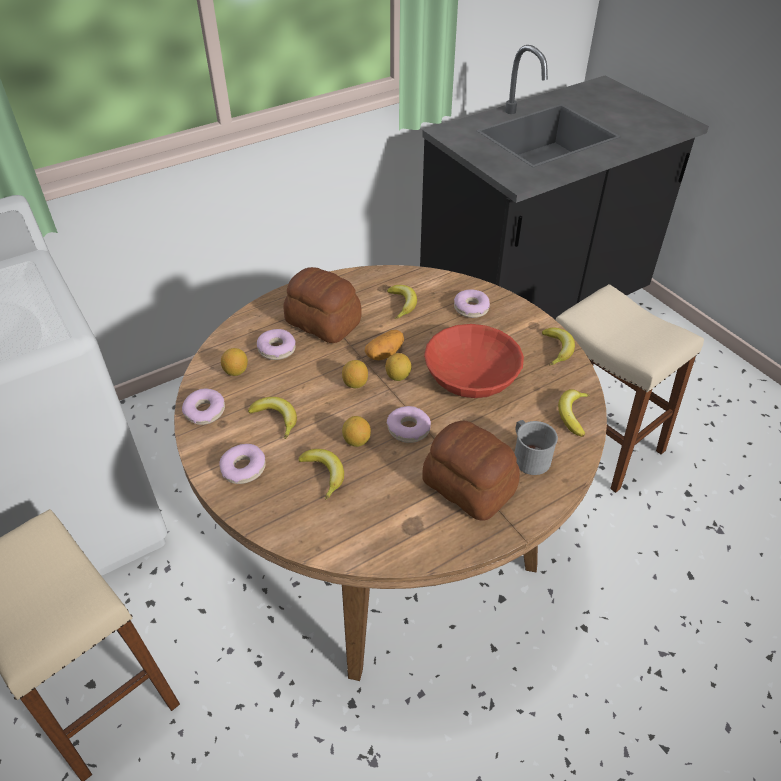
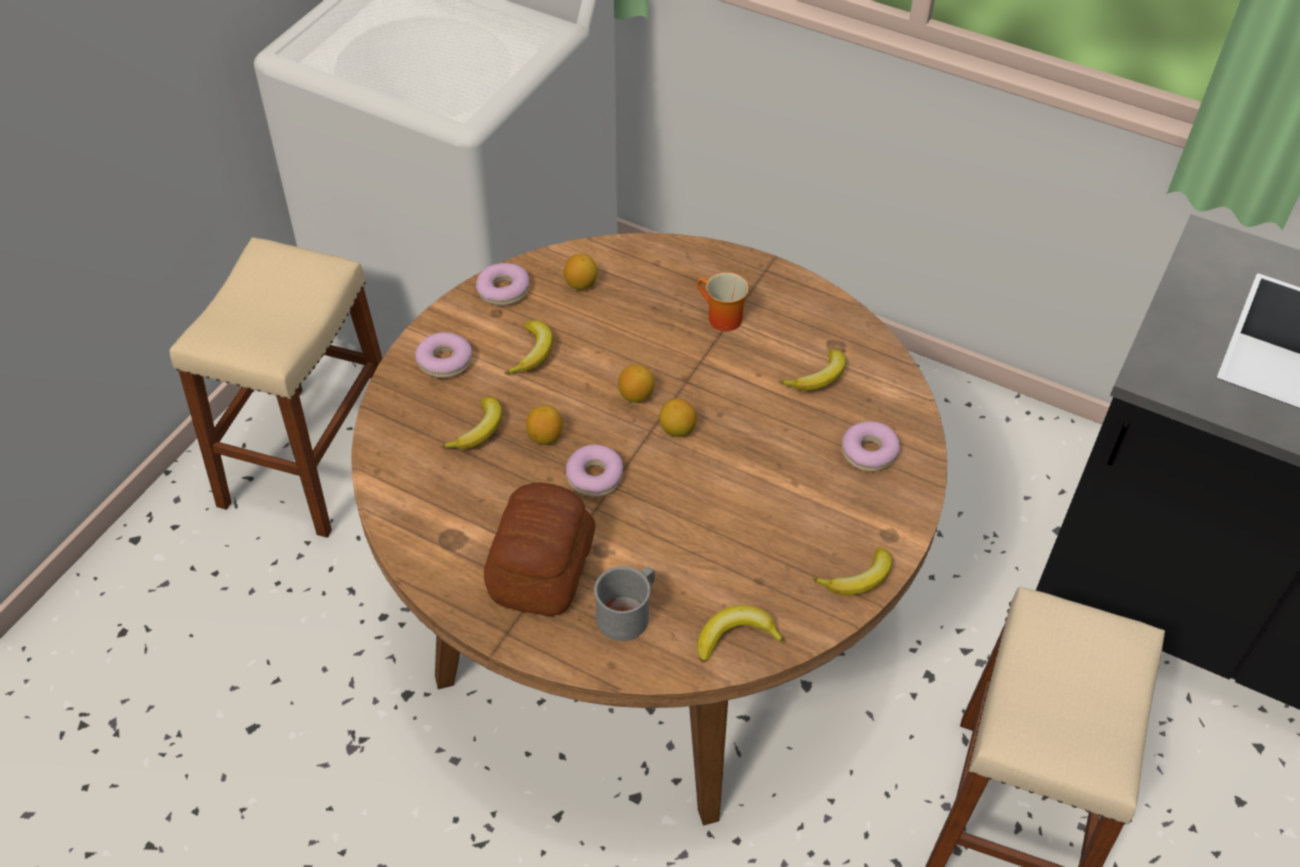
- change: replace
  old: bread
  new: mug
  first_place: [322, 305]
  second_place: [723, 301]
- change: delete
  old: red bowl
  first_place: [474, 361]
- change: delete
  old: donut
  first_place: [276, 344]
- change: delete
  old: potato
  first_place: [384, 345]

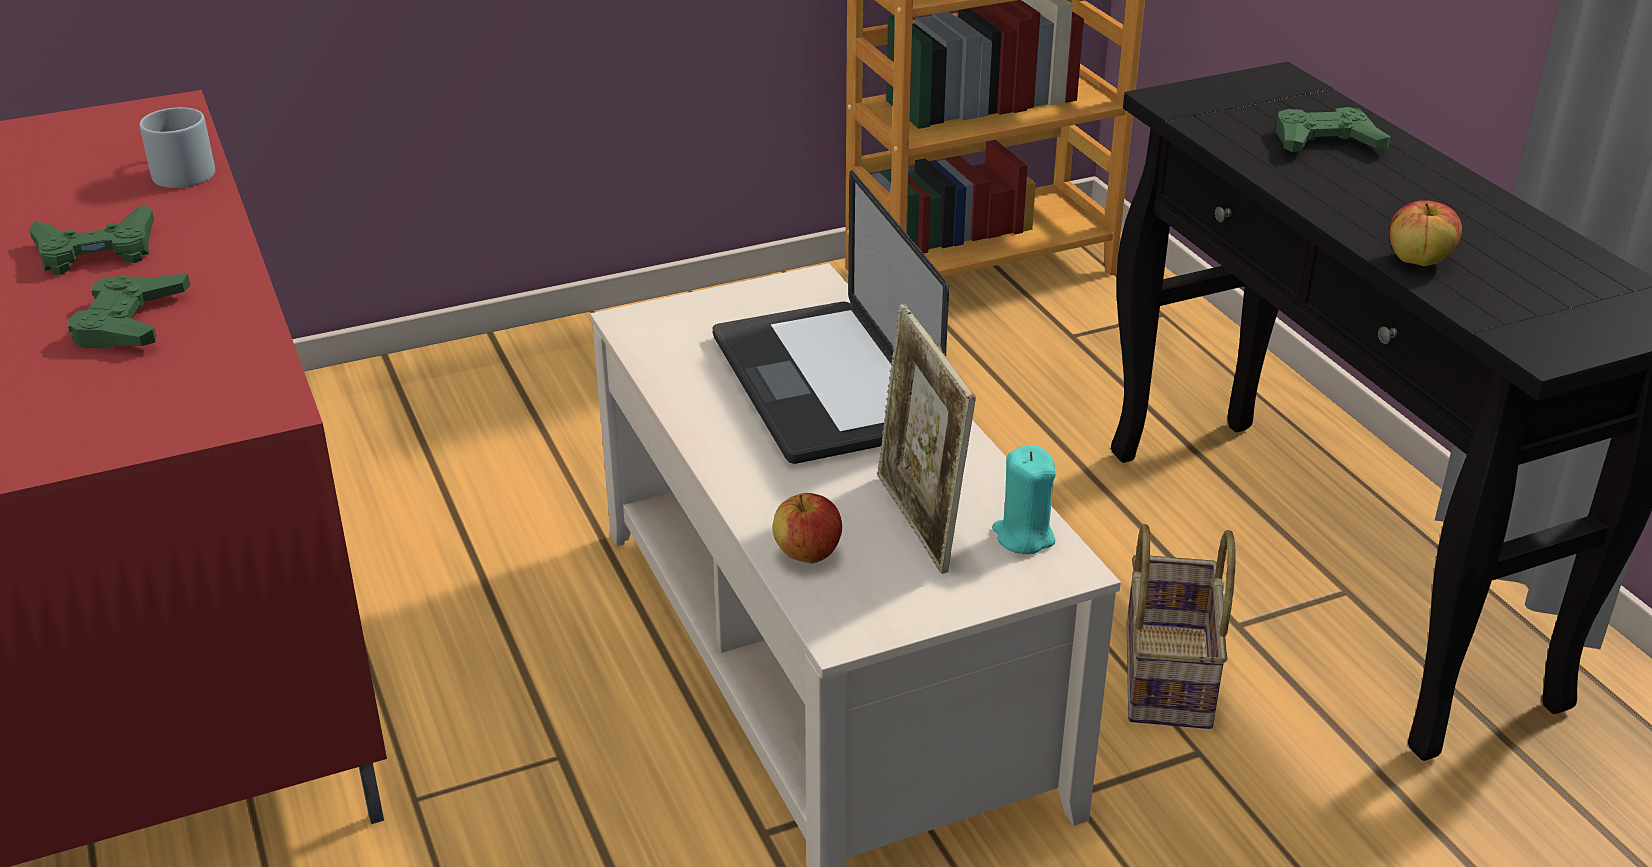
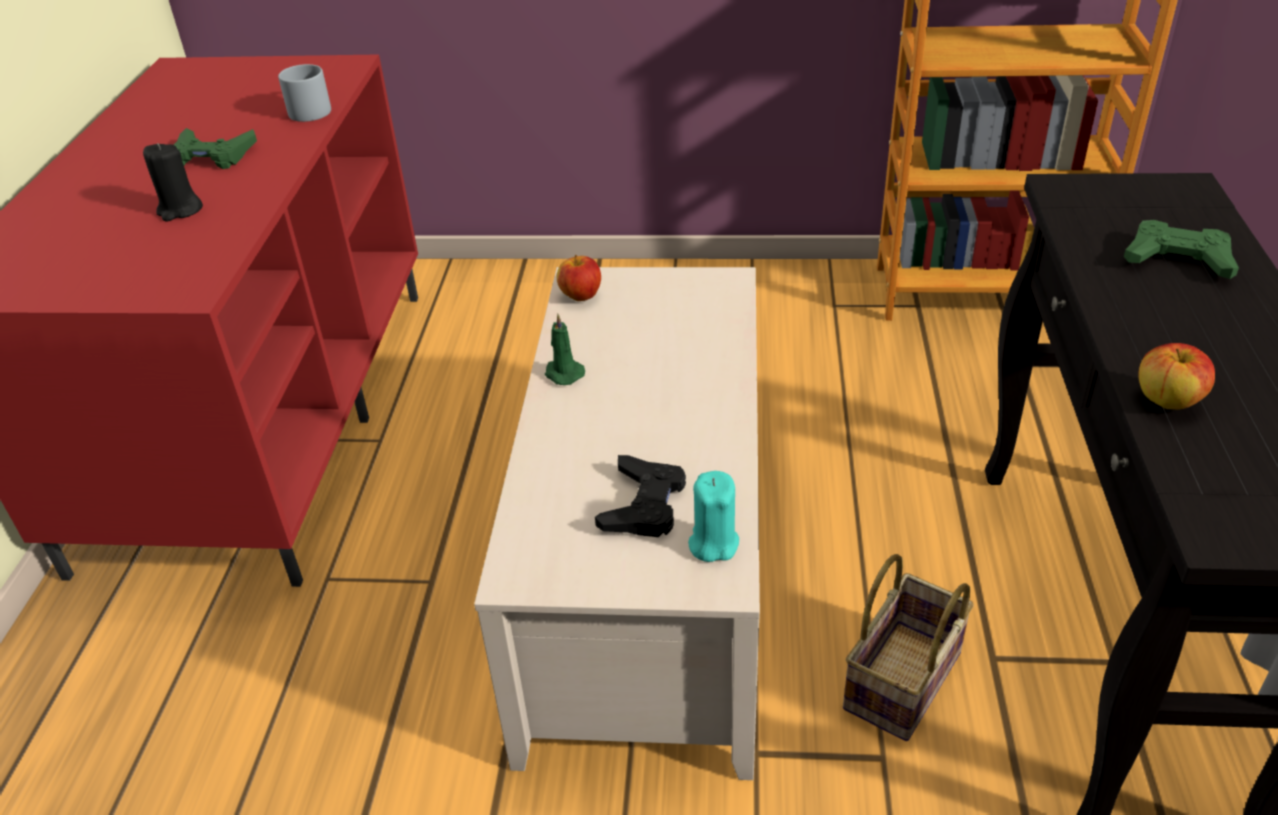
- change: delete
  old: laptop
  first_place: [831, 317]
- change: replace
  old: green game controller
  new: black candle
  first_place: [128, 310]
  second_place: [173, 182]
- change: replace
  old: picture frame
  new: black game controller
  first_place: [926, 439]
  second_place: [640, 496]
- change: move
  old: apple
  first_place: [807, 528]
  second_place: [579, 278]
- change: insert
  new: green candle
  second_place: [565, 349]

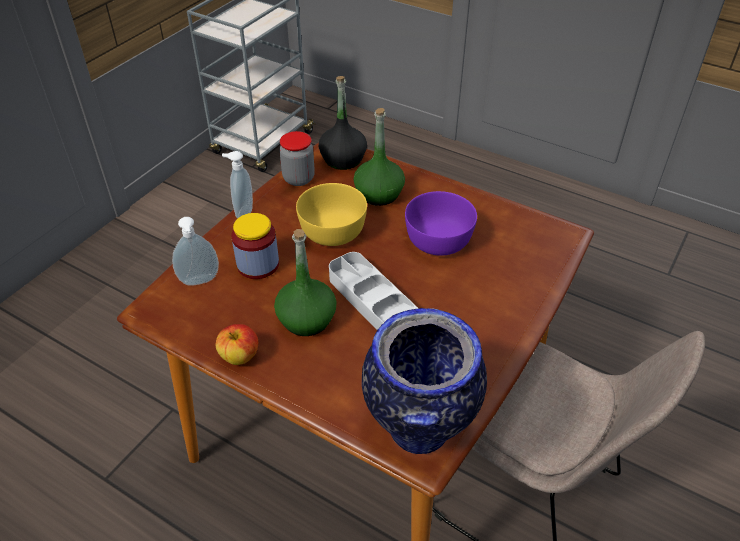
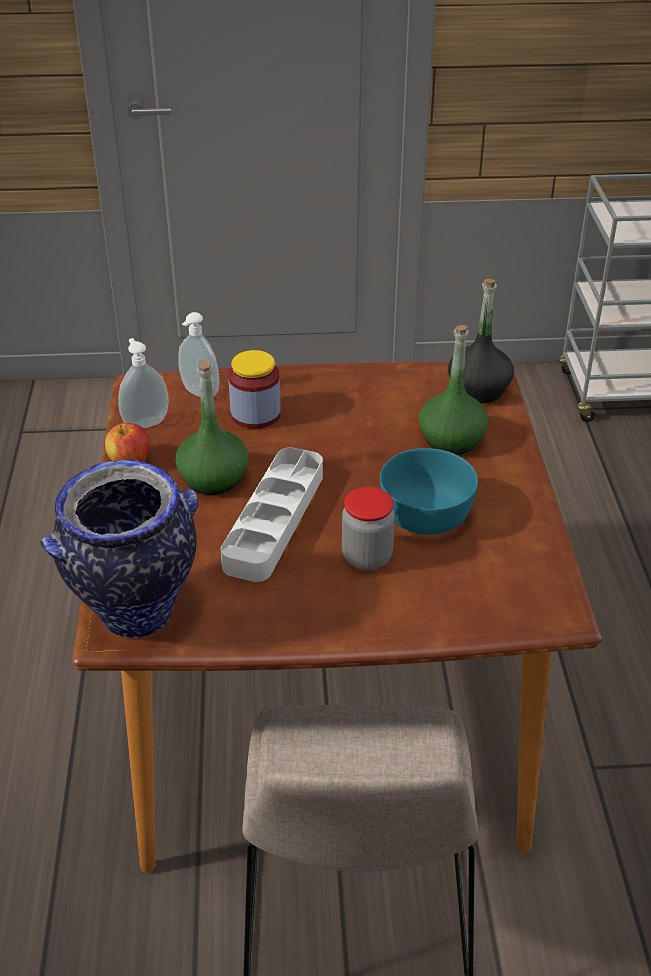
- change: move
  old: jar
  first_place: [297, 158]
  second_place: [368, 529]
- change: move
  old: soap dispenser
  first_place: [237, 185]
  second_place: [143, 383]
- change: delete
  old: yellow bowl
  first_place: [331, 214]
- change: recolor
  old: purple bowl
  new: turquoise bowl
  first_place: [441, 223]
  second_place: [429, 491]

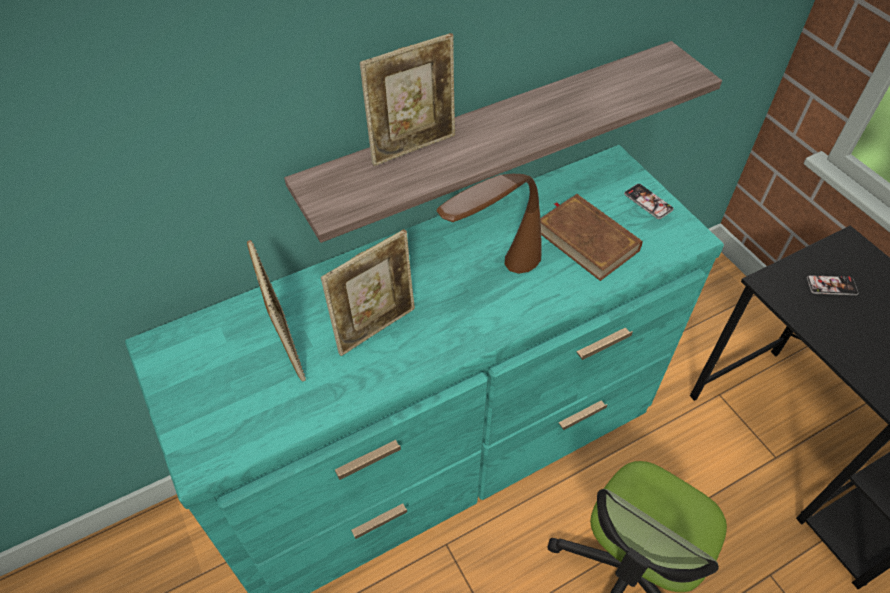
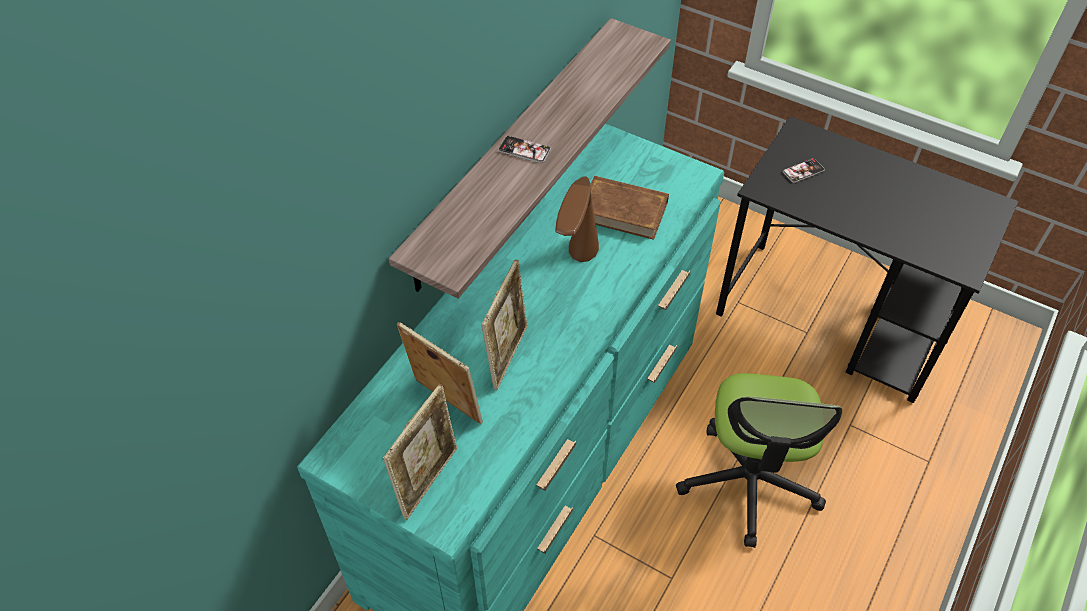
- change: move
  old: picture frame
  first_place: [407, 99]
  second_place: [420, 452]
- change: move
  old: phone
  first_place: [649, 201]
  second_place: [524, 149]

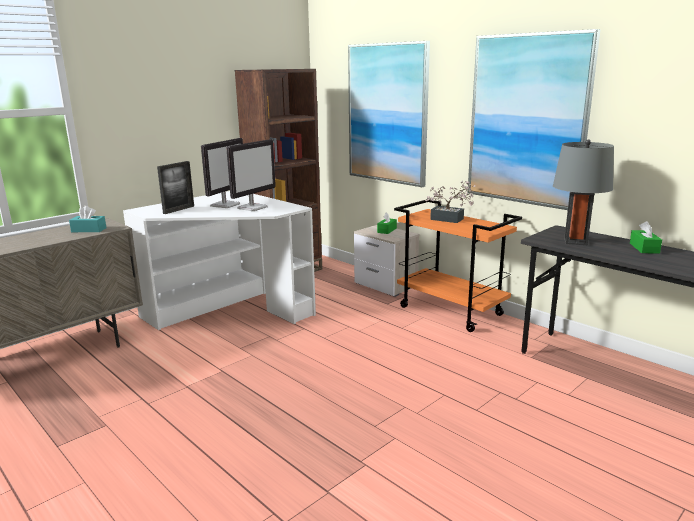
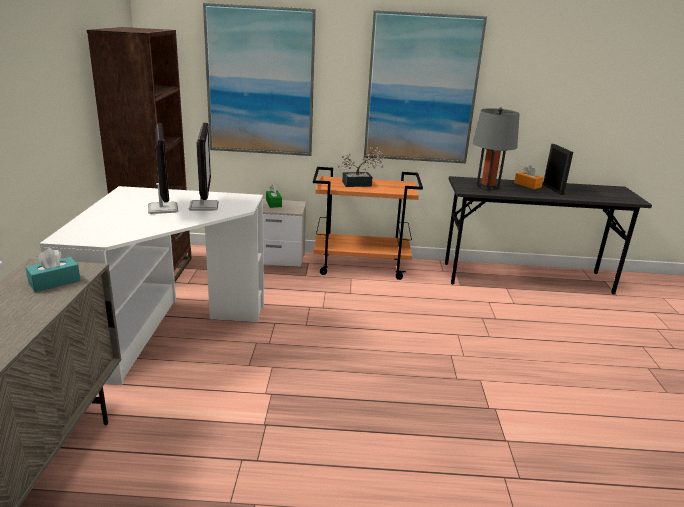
- change: move
  old: picture frame
  first_place: [175, 187]
  second_place: [558, 169]
- change: recolor
  old: green tissue box
  new: orange tissue box
  first_place: [646, 237]
  second_place: [528, 177]

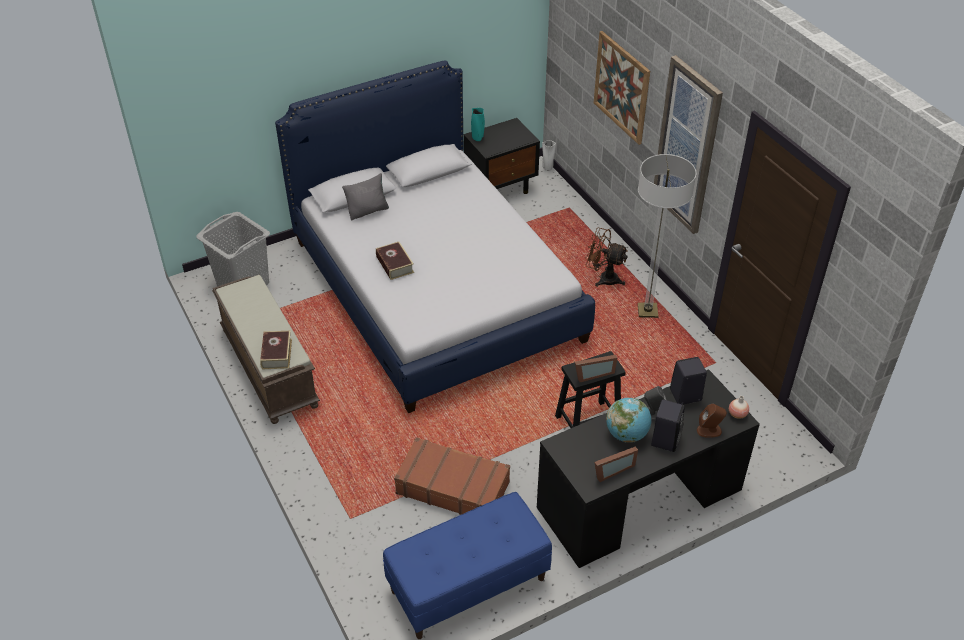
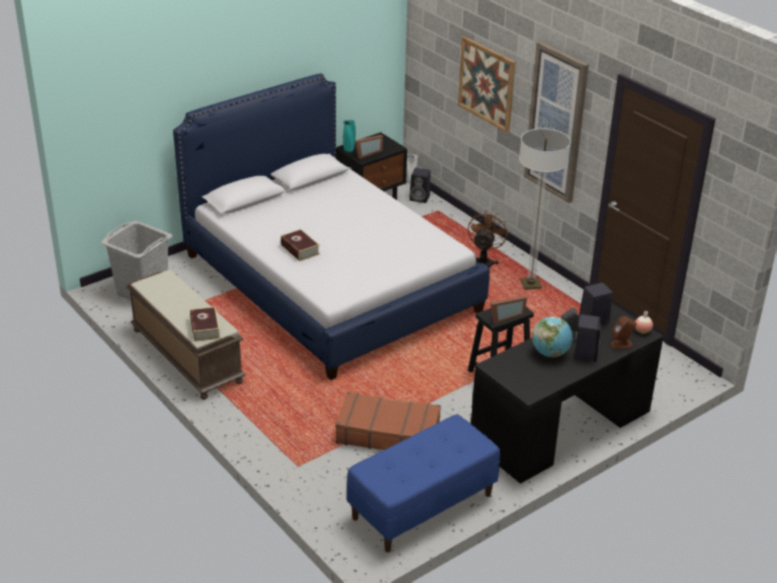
- change: delete
  old: grey pillow
  first_place: [365, 196]
- change: rotate
  old: brown fan
  first_place: [606, 257]
  second_place: [488, 239]
  degrees: 90
- change: move
  old: picture frame
  first_place: [616, 464]
  second_place: [369, 147]
- change: insert
  new: black speaker
  second_place: [419, 185]

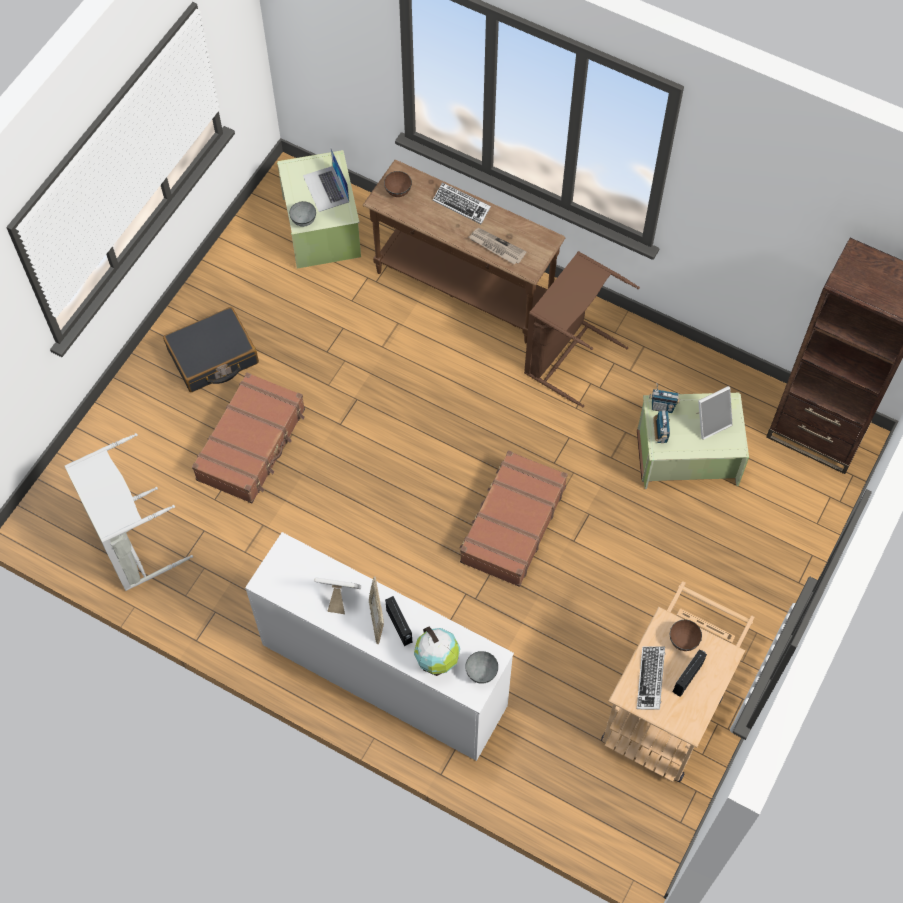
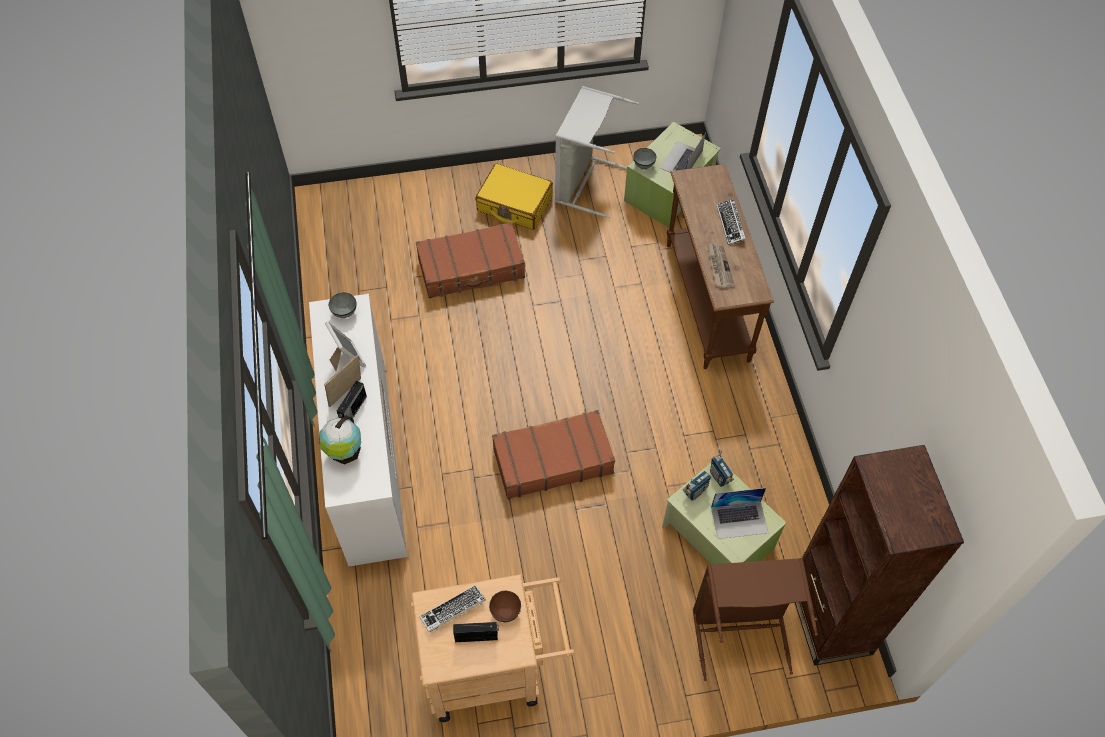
- change: delete
  old: brown bowl
  first_place: [398, 184]
- change: move
  old: brown laundry basket
  first_place: [582, 329]
  second_place: [755, 619]
- change: recolor
  old: black suitcase
  new: yellow suitcase
  first_place: [211, 349]
  second_place: [514, 196]
- change: replace
  old: picture frame
  new: laptop
  first_place: [714, 413]
  second_place: [739, 513]
- change: move
  old: grey laundry basket
  first_place: [129, 512]
  second_place: [597, 152]
- change: move
  old: grey bowl
  first_place: [482, 667]
  second_place: [342, 305]

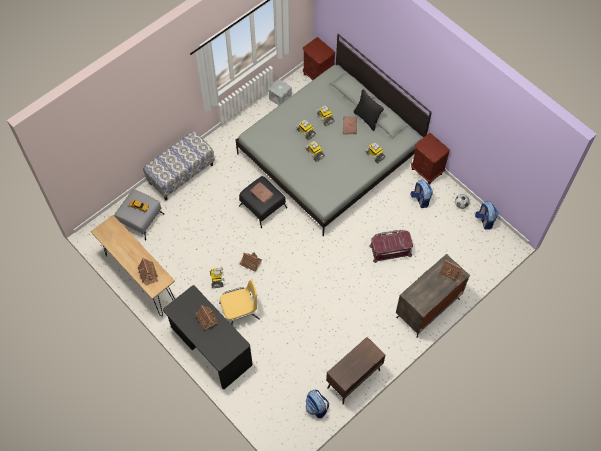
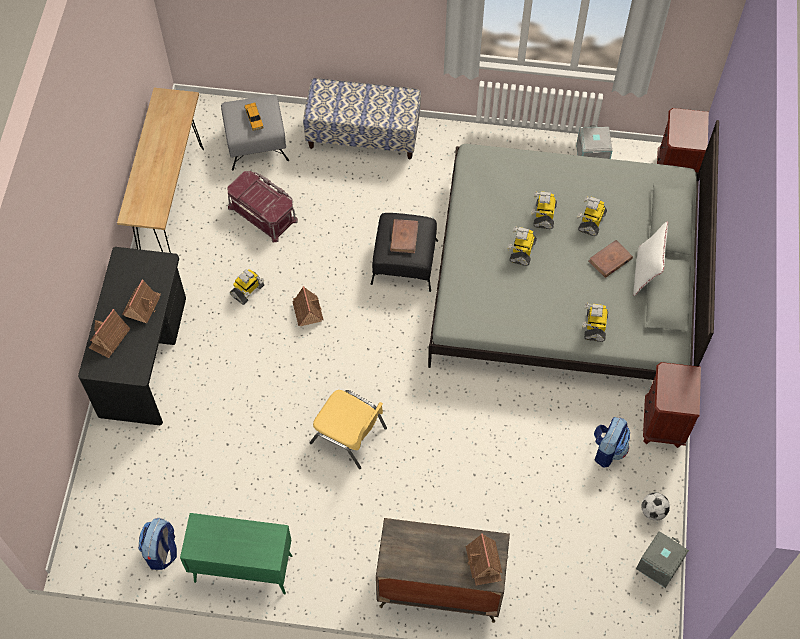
- change: recolor
  old: black pillow
  new: white pillow
  first_place: [368, 110]
  second_place: [650, 258]
- change: replace
  old: backpack
  new: grey storage box
  first_place: [486, 215]
  second_place: [662, 559]
- change: move
  old: red storage box
  first_place: [391, 246]
  second_place: [262, 206]
- change: move
  old: toy house
  first_place: [148, 272]
  second_place: [109, 333]
- change: move
  old: yellow chair
  first_place: [239, 302]
  second_place: [348, 429]
- change: recolor
  old: brown cabinet
  new: green cabinet
  first_place: [355, 370]
  second_place: [236, 554]

